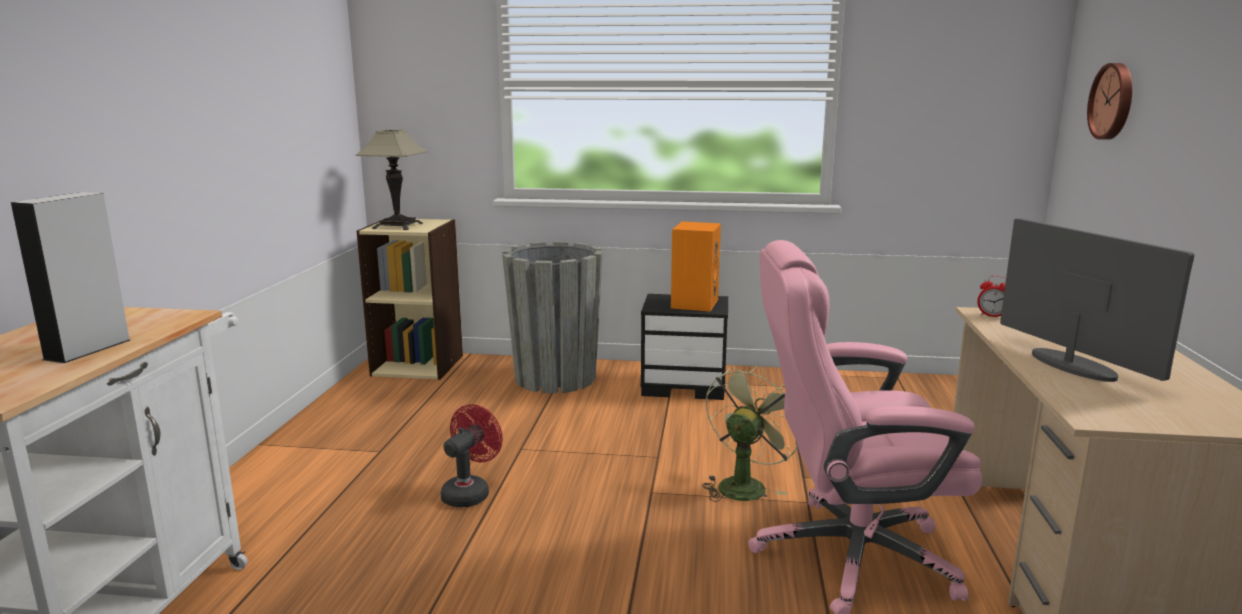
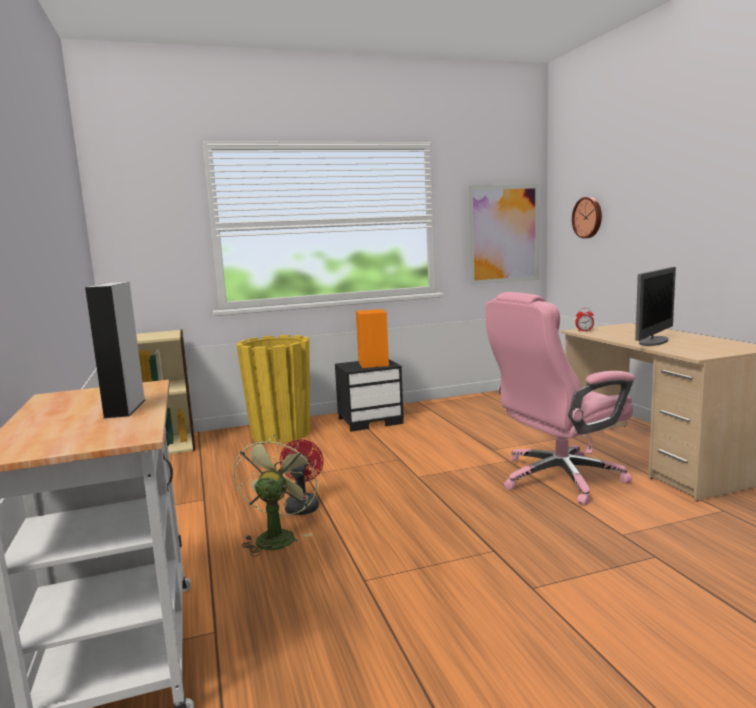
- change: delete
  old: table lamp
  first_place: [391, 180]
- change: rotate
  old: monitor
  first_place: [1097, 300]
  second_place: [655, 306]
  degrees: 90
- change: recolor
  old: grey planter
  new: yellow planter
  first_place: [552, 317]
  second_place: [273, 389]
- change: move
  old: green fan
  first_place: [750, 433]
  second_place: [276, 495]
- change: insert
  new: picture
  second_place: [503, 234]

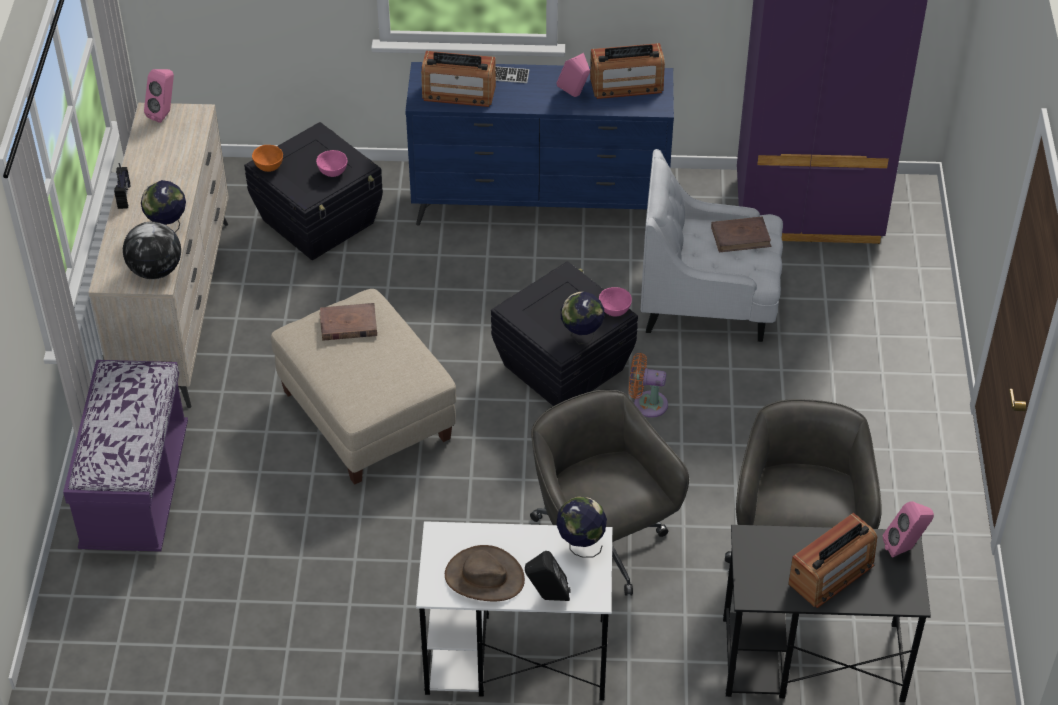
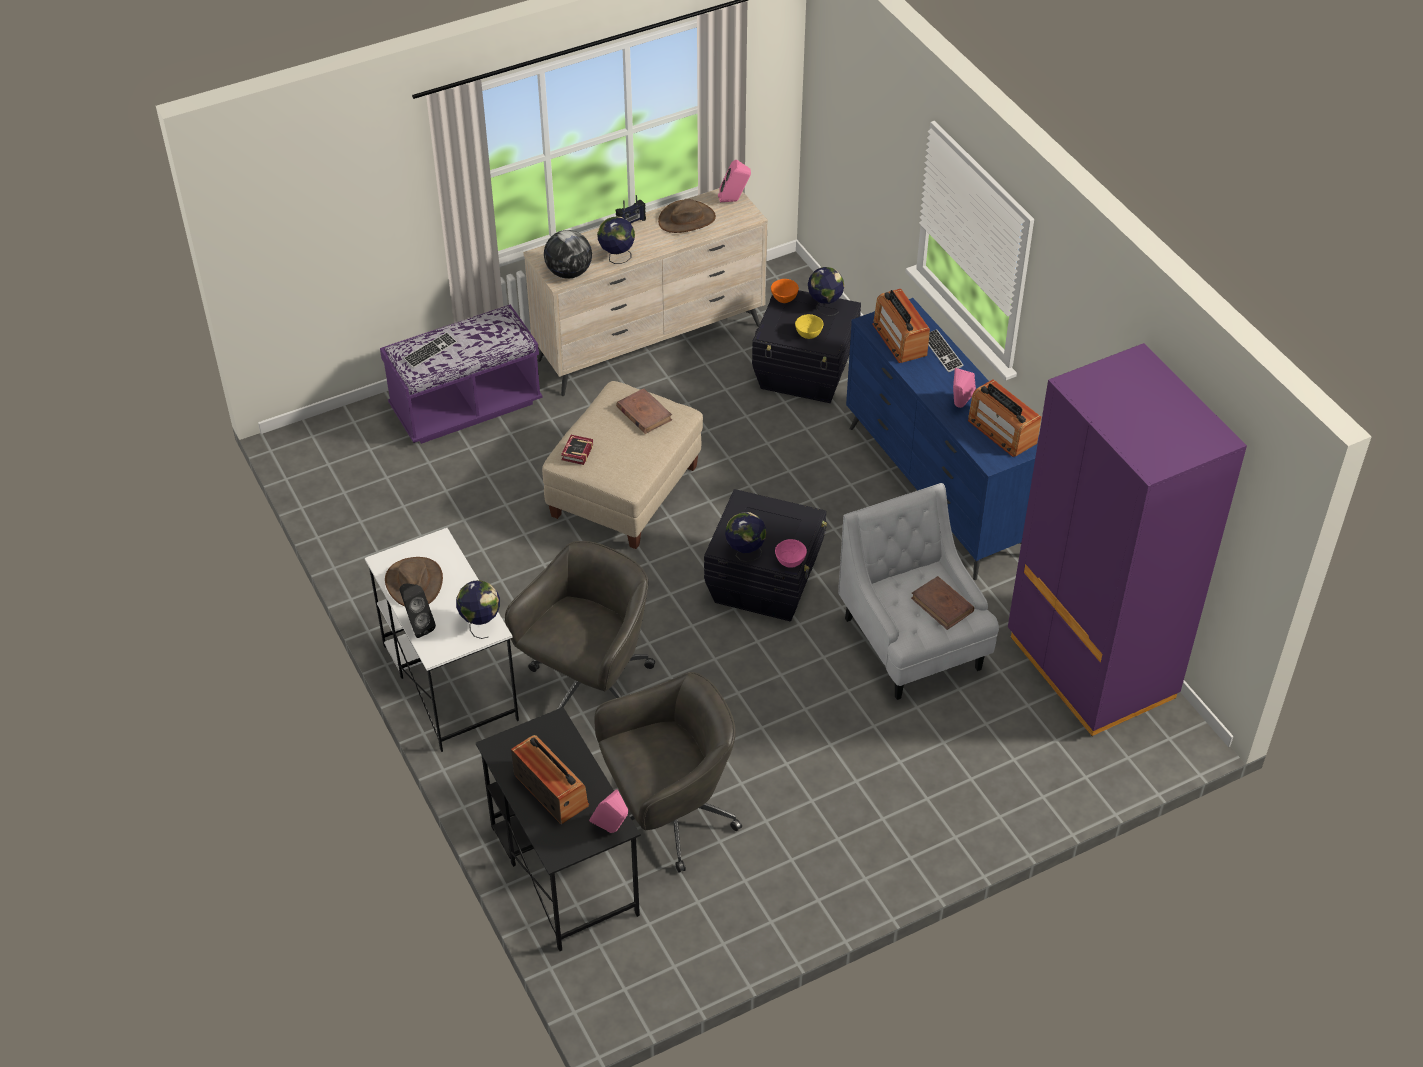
- change: recolor
  old: pink bowl
  new: yellow bowl
  first_place: [332, 163]
  second_place: [809, 326]
- change: delete
  old: orange fan
  first_place: [648, 385]
- change: rotate
  old: radio
  first_place: [832, 560]
  second_place: [550, 780]
  degrees: -150
- change: insert
  new: brown hat
  second_place: [687, 216]
- change: insert
  new: globe
  second_place: [826, 291]
- change: insert
  new: keyboard
  second_place: [430, 350]
- change: insert
  new: book
  second_place: [577, 450]

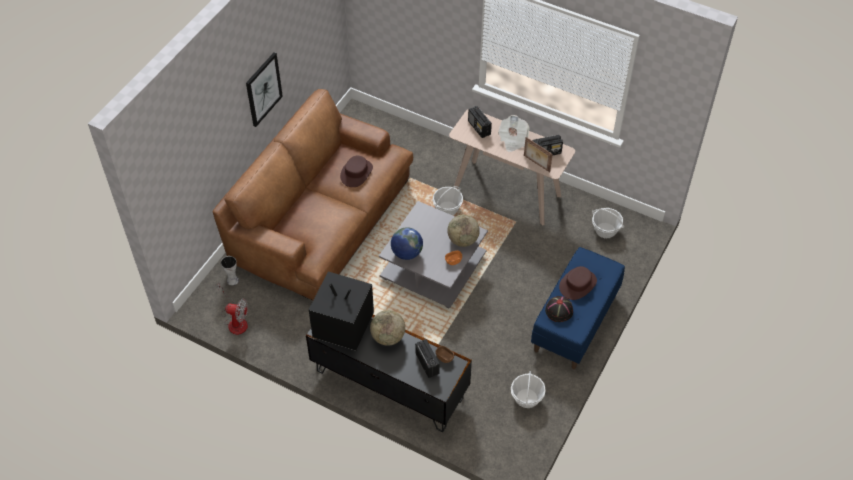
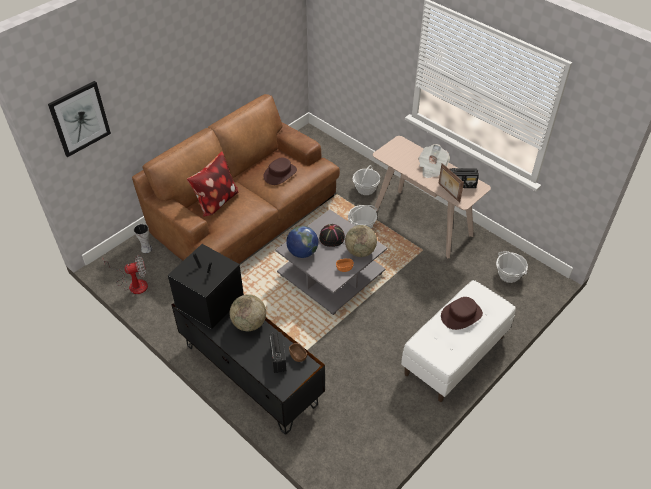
- change: move
  old: picture
  first_place: [264, 89]
  second_place: [79, 119]
- change: delete
  old: radio
  first_place: [480, 122]
- change: recolor
  old: blue bench
  new: white bench
  first_place: [578, 308]
  second_place: [458, 341]
- change: rotate
  old: fan
  first_place: [232, 308]
  second_place: [125, 274]
  degrees: -45
- change: move
  old: black hat
  first_place: [559, 309]
  second_place: [332, 235]
- change: move
  old: basket
  first_place: [528, 389]
  second_place: [366, 180]
- change: insert
  new: pillow
  second_place: [213, 183]

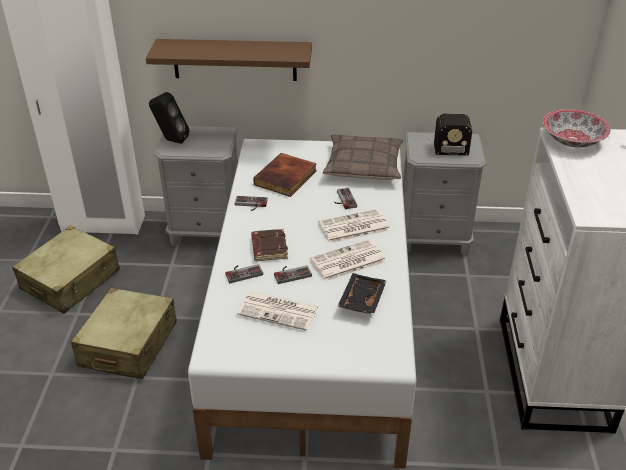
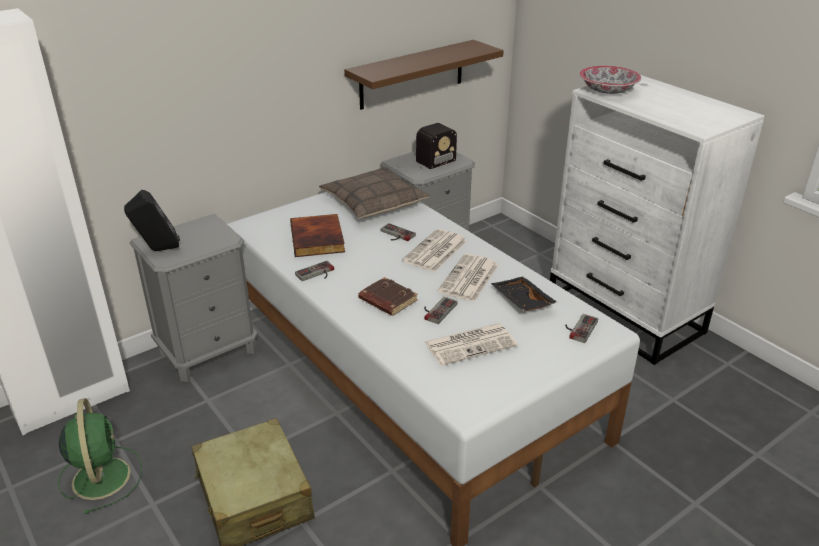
- change: move
  old: brown shelf
  first_place: [229, 60]
  second_place: [424, 75]
- change: replace
  old: beige suitcase
  new: green fan
  first_place: [66, 269]
  second_place: [100, 456]
- change: move
  old: game controller
  first_place: [244, 273]
  second_place: [581, 328]

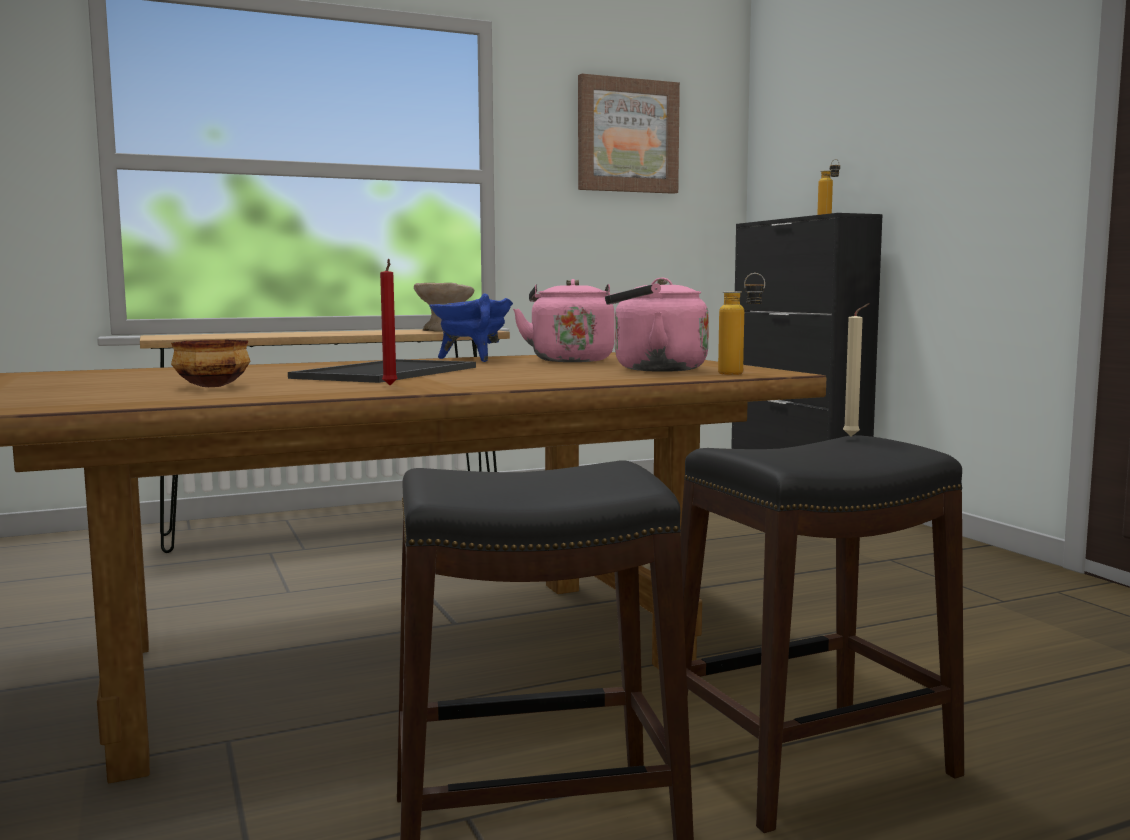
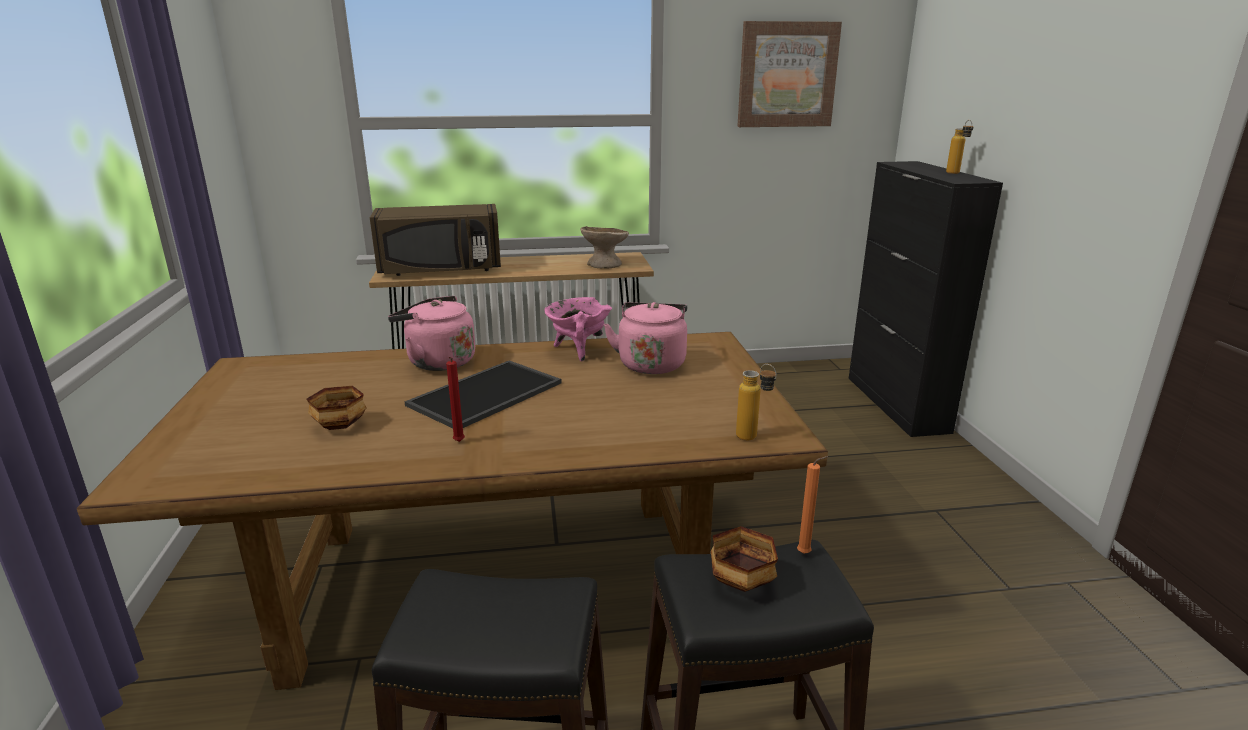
- change: move
  old: pink kettle
  first_place: [657, 325]
  second_place: [431, 333]
- change: recolor
  old: blue cooking pot
  new: pink cooking pot
  first_place: [471, 327]
  second_place: [578, 329]
- change: recolor
  old: beige candle
  new: orange candle
  first_place: [856, 369]
  second_place: [812, 505]
- change: insert
  new: brown microwave
  second_place: [435, 240]
- change: insert
  new: bowl
  second_place: [744, 559]

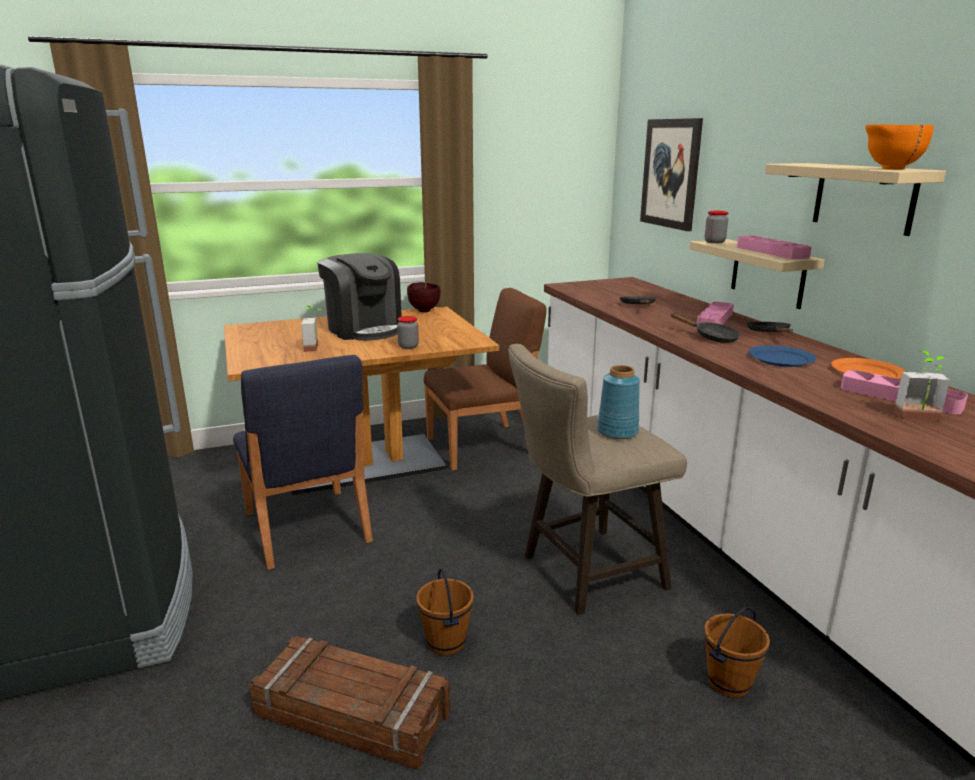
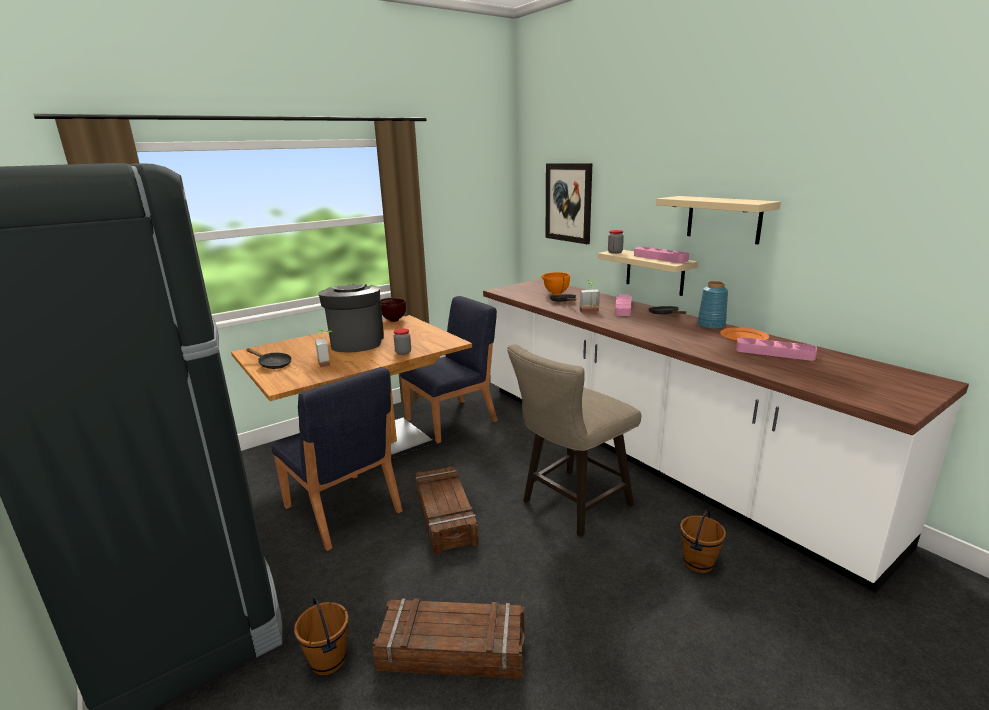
- change: move
  old: orange bowl
  first_place: [899, 147]
  second_place: [555, 283]
- change: rotate
  old: coffee machine
  first_place: [359, 297]
  second_place: [351, 318]
  degrees: -135
- change: recolor
  old: brown chair
  new: blue chair
  first_place: [485, 379]
  second_place: [449, 369]
- change: move
  old: black frying pan
  first_place: [705, 328]
  second_place: [269, 358]
- change: delete
  old: blue plate
  first_place: [782, 356]
- change: move
  old: potted plant
  first_place: [921, 386]
  second_place: [590, 296]
- change: move
  old: blue vase
  first_place: [618, 402]
  second_place: [712, 305]
- change: move
  old: brown bucket
  first_place: [445, 611]
  second_place: [321, 636]
- change: insert
  new: crate
  second_place: [447, 510]

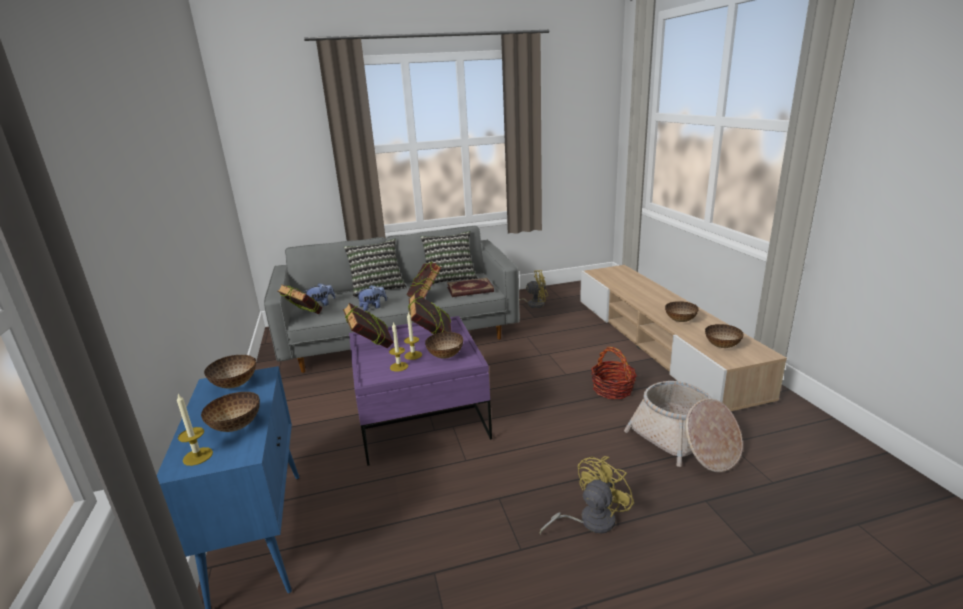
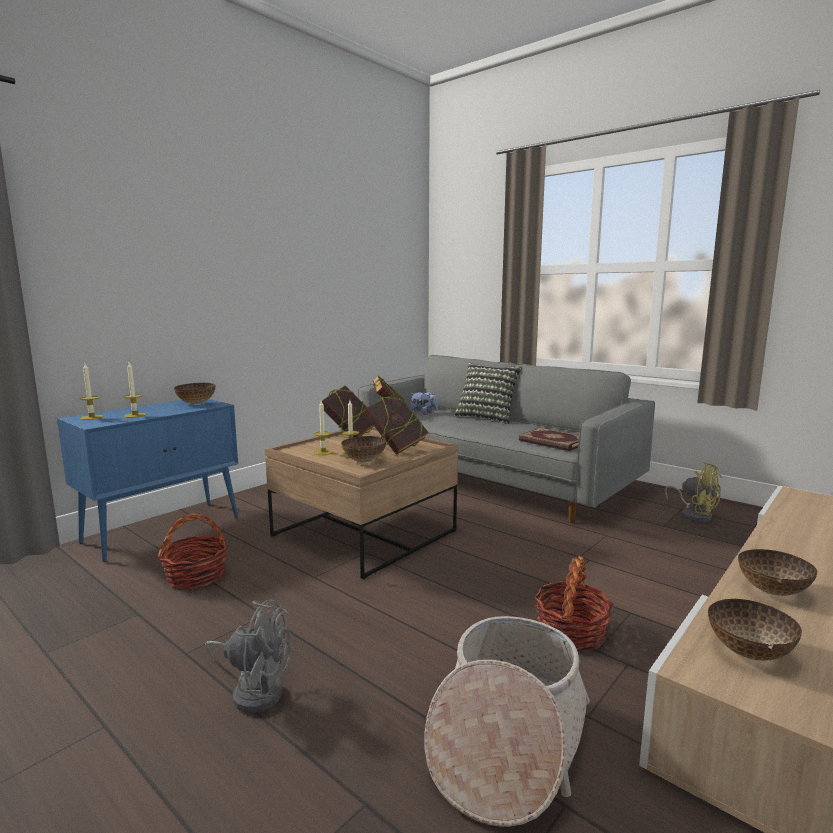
- change: delete
  old: pillow
  first_place: [449, 258]
- change: delete
  old: book
  first_place: [423, 280]
- change: delete
  old: plush toy
  first_place: [371, 298]
- change: recolor
  old: purple coffee table
  new: brown coffee table
  first_place: [420, 391]
  second_place: [361, 503]
- change: replace
  old: bowl
  new: candle
  first_place: [230, 412]
  second_place: [134, 390]
- change: recolor
  old: yellow fan
  new: grey fan
  first_place: [586, 495]
  second_place: [248, 656]
- change: insert
  new: basket
  second_place: [192, 551]

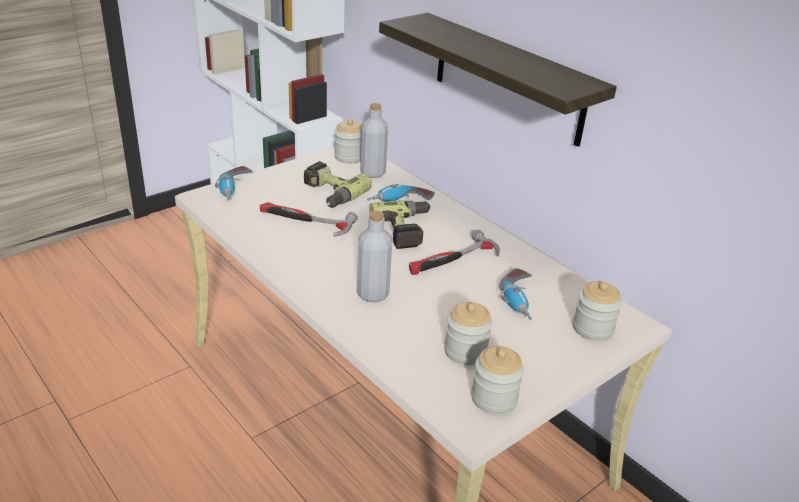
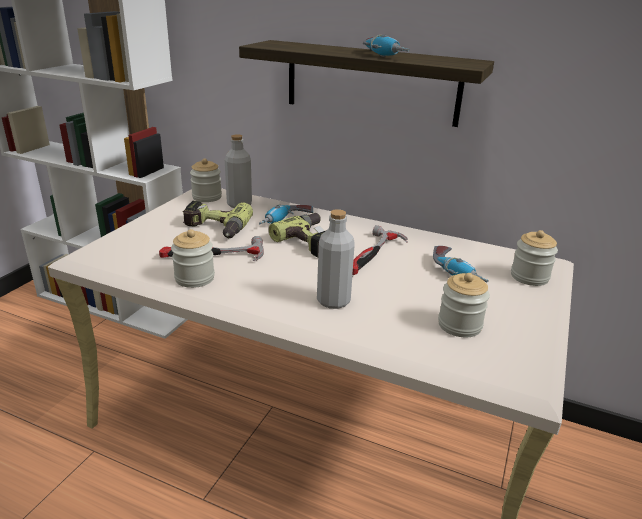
- change: move
  old: power drill
  first_place: [233, 183]
  second_place: [386, 46]
- change: move
  old: jar
  first_place: [497, 380]
  second_place: [193, 258]

